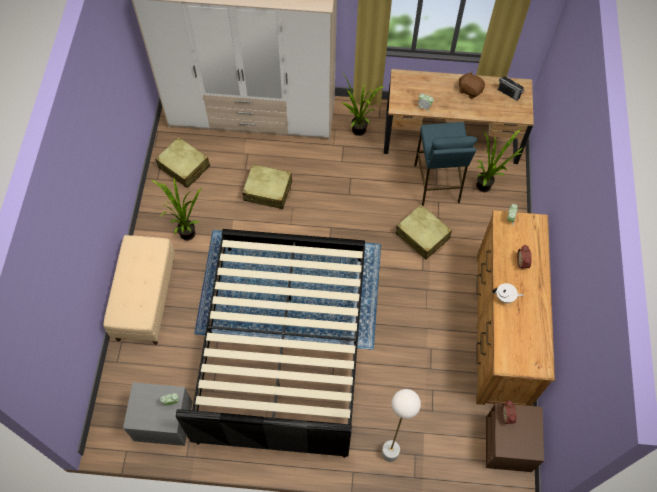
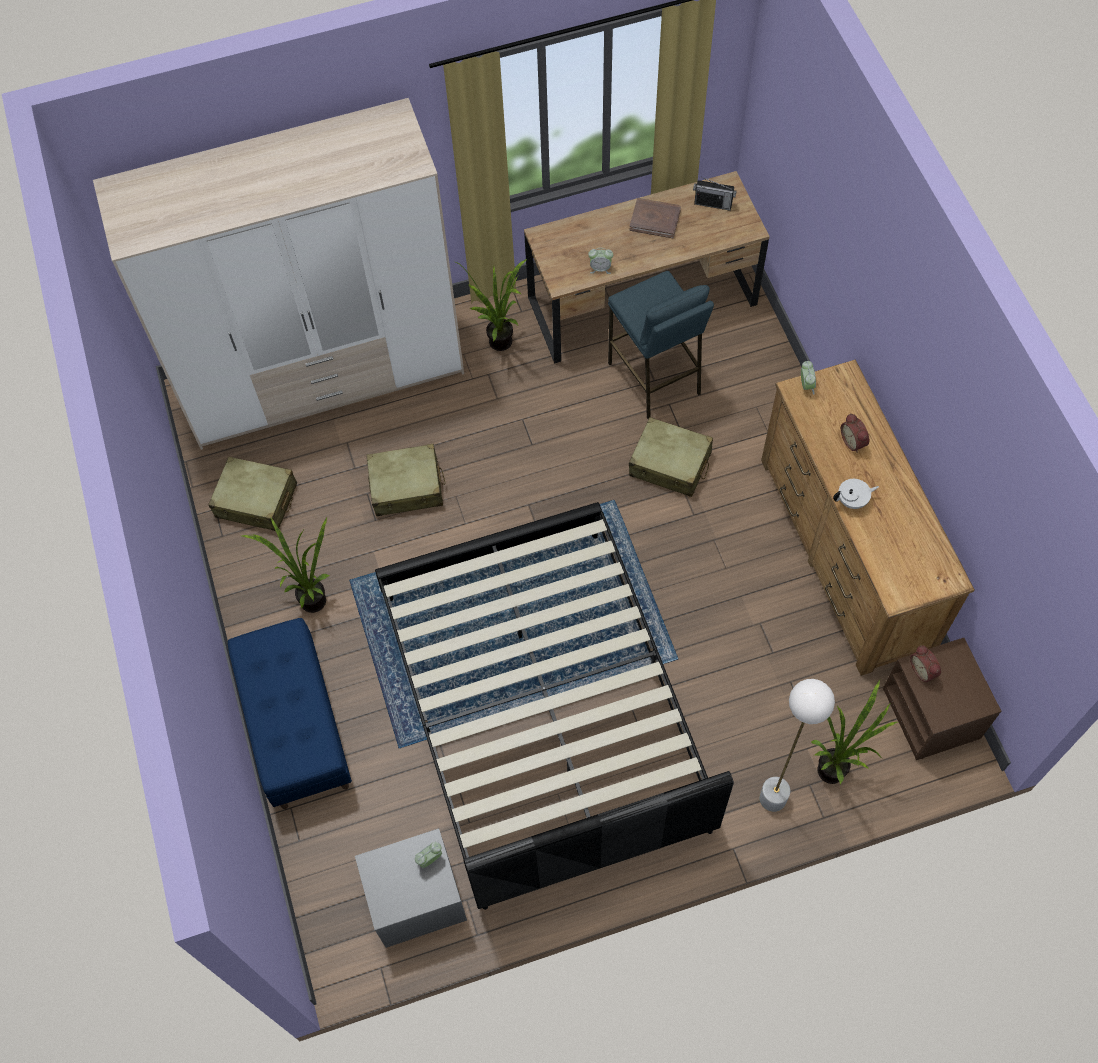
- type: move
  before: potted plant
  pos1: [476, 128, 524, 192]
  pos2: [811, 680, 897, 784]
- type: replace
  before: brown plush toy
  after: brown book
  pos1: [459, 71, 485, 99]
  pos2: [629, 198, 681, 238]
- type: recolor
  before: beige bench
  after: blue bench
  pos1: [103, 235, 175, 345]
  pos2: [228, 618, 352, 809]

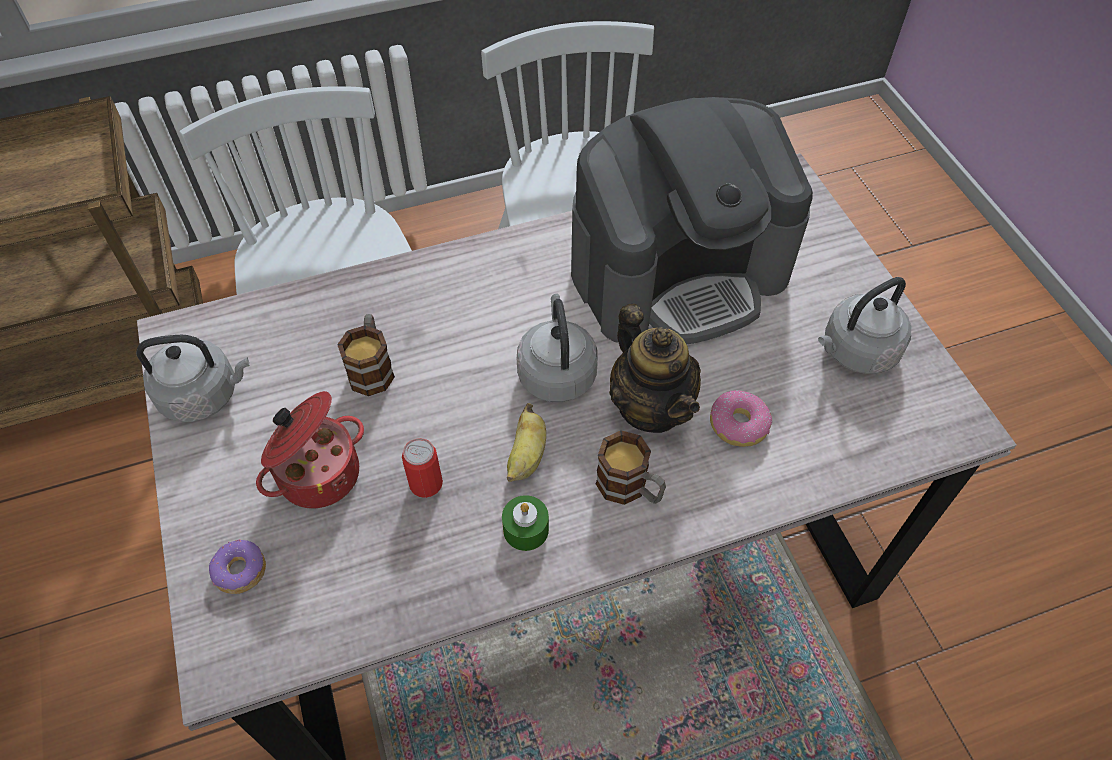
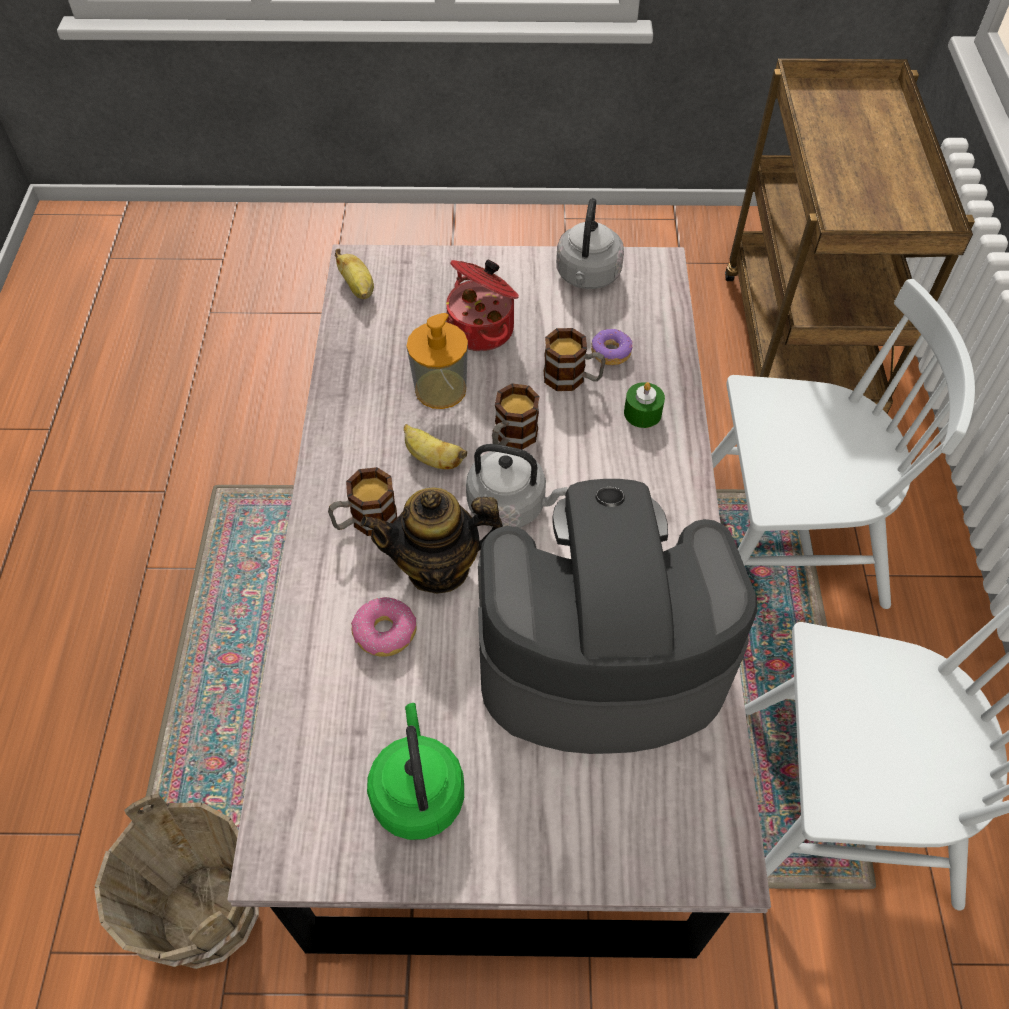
- type: insert
  after: brown bucket
  pos2: [94, 794, 259, 969]
- type: insert
  after: banana
  pos2: [335, 249, 374, 299]
- type: insert
  after: mug
  pos2: [492, 384, 540, 450]
- type: move
  before: donut
  pos1: [209, 539, 266, 594]
  pos2: [591, 329, 633, 365]
- type: move
  before: green candle
  pos1: [502, 495, 549, 551]
  pos2: [624, 382, 665, 428]
- type: replace
  before: can
  after: soap dispenser
  pos1: [402, 438, 443, 498]
  pos2: [407, 313, 468, 409]
- type: recolor
  before: grey kettle
  after: green kettle
  pos1: [818, 277, 911, 374]
  pos2: [367, 703, 464, 840]
- type: rotate
  before: coffee machine
  pos1: [571, 97, 813, 344]
  pos2: [478, 479, 757, 754]
  turn: 90

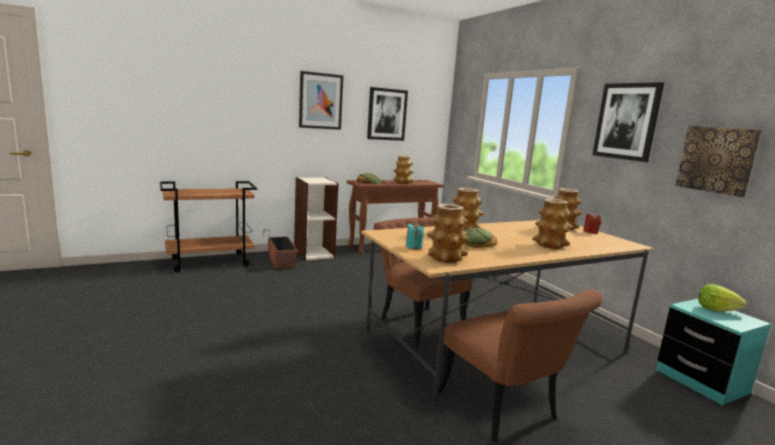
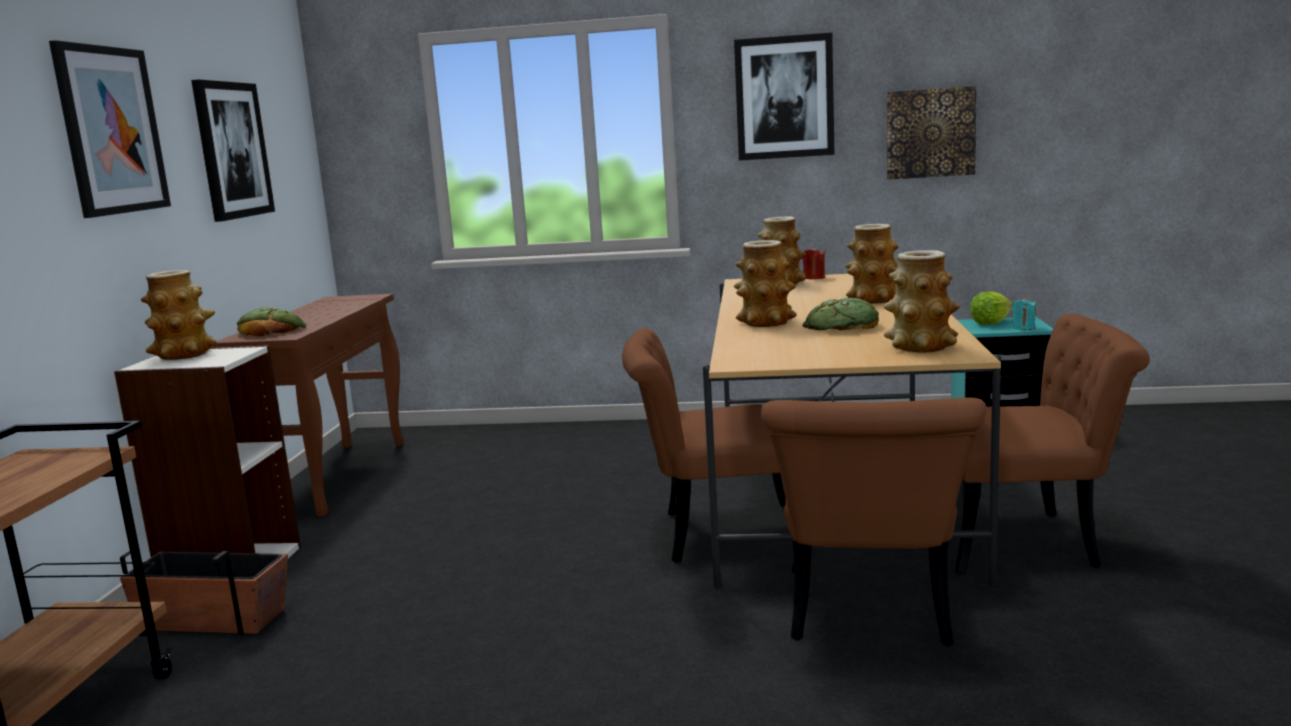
- type: insert
  after: brown chair
  pos2: [761, 397, 986, 646]
- type: move
  before: vase
  pos1: [393, 156, 413, 184]
  pos2: [141, 270, 217, 360]
- type: move
  before: turquoise candle
  pos1: [406, 223, 424, 249]
  pos2: [1012, 297, 1036, 330]

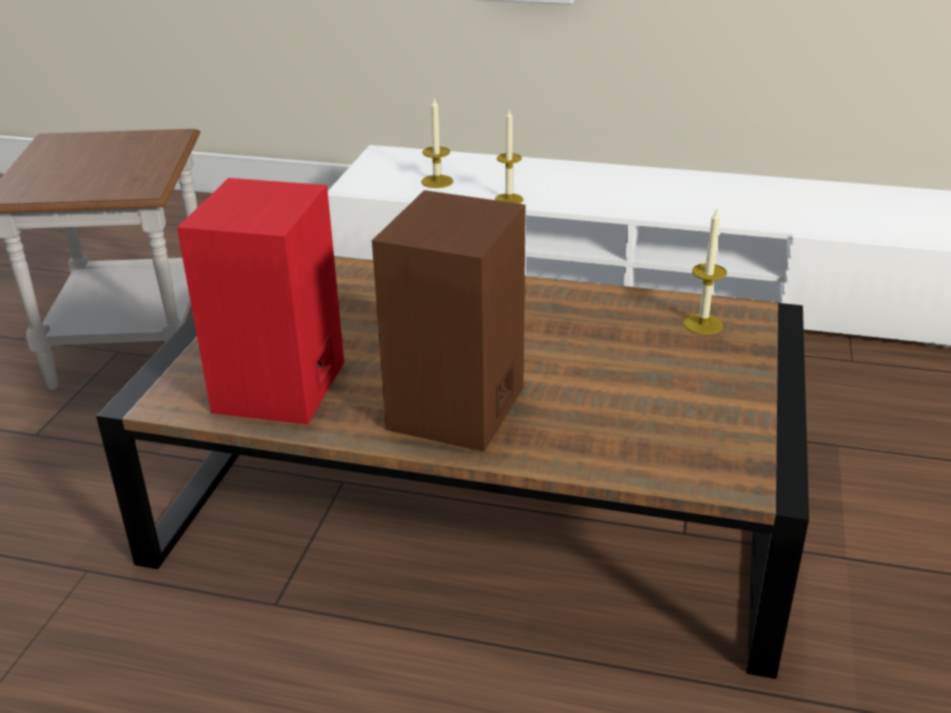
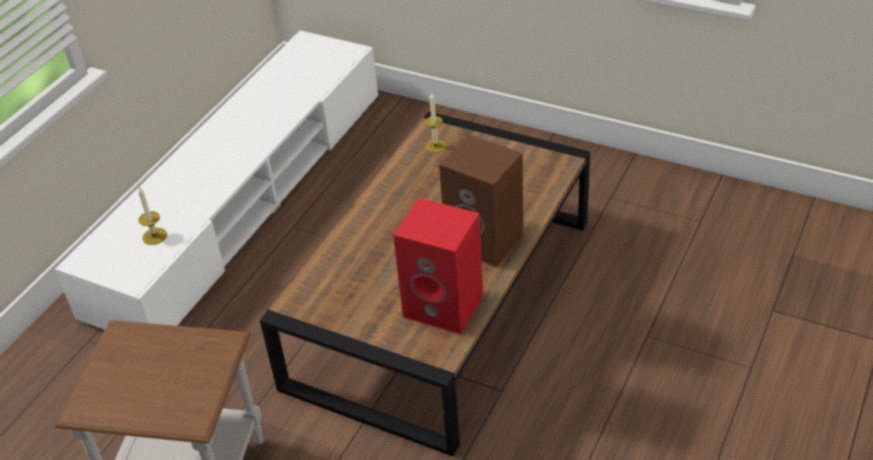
- type: delete
  before: candle
  pos1: [495, 108, 523, 204]

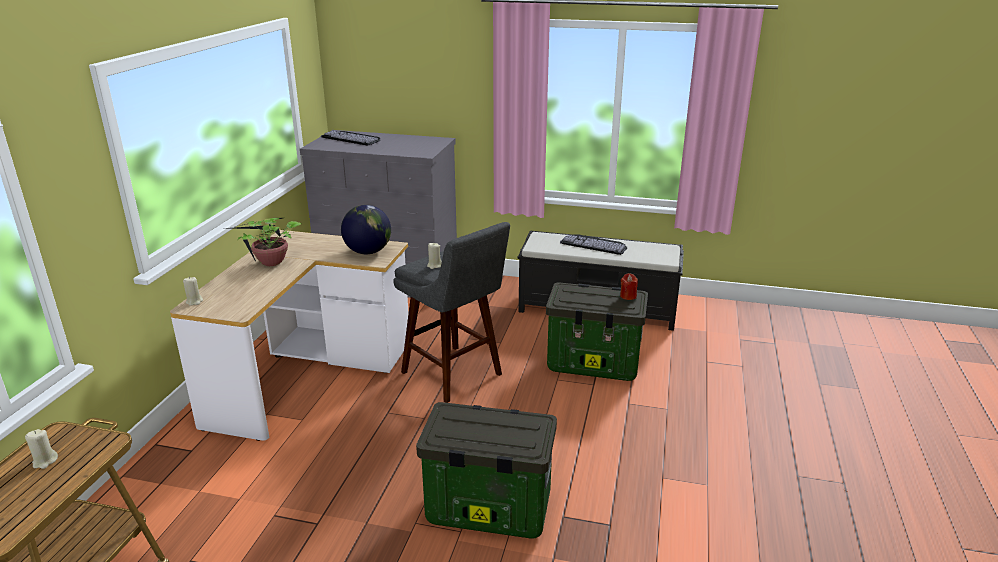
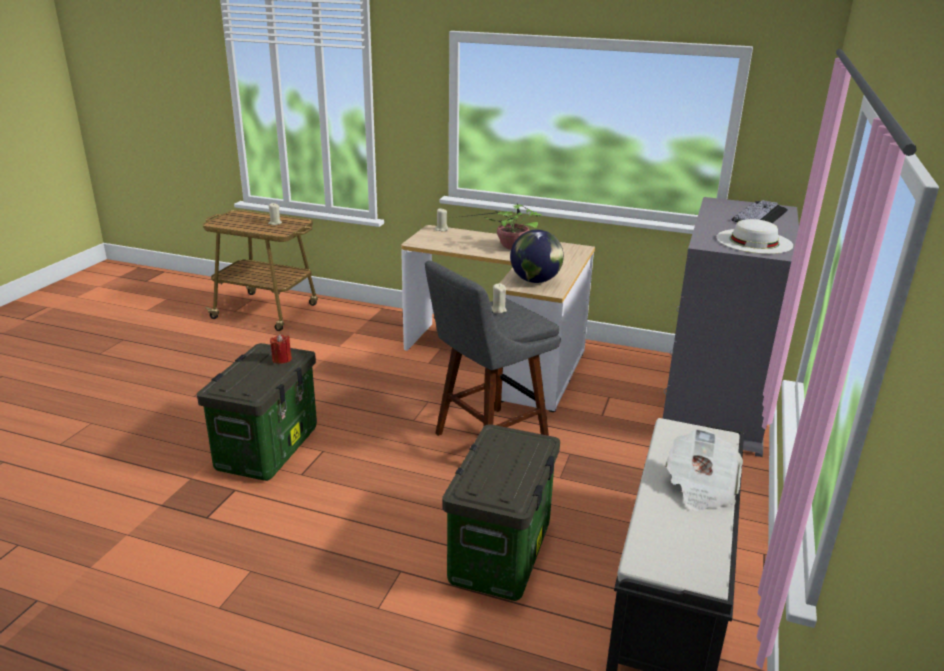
- type: insert
  after: white hat
  pos2: [716, 219, 793, 254]
- type: move
  before: red candle
  pos1: [620, 273, 638, 300]
  pos2: [270, 334, 292, 364]
- type: replace
  before: keyboard
  after: newspaper
  pos1: [560, 234, 627, 255]
  pos2: [665, 428, 743, 511]

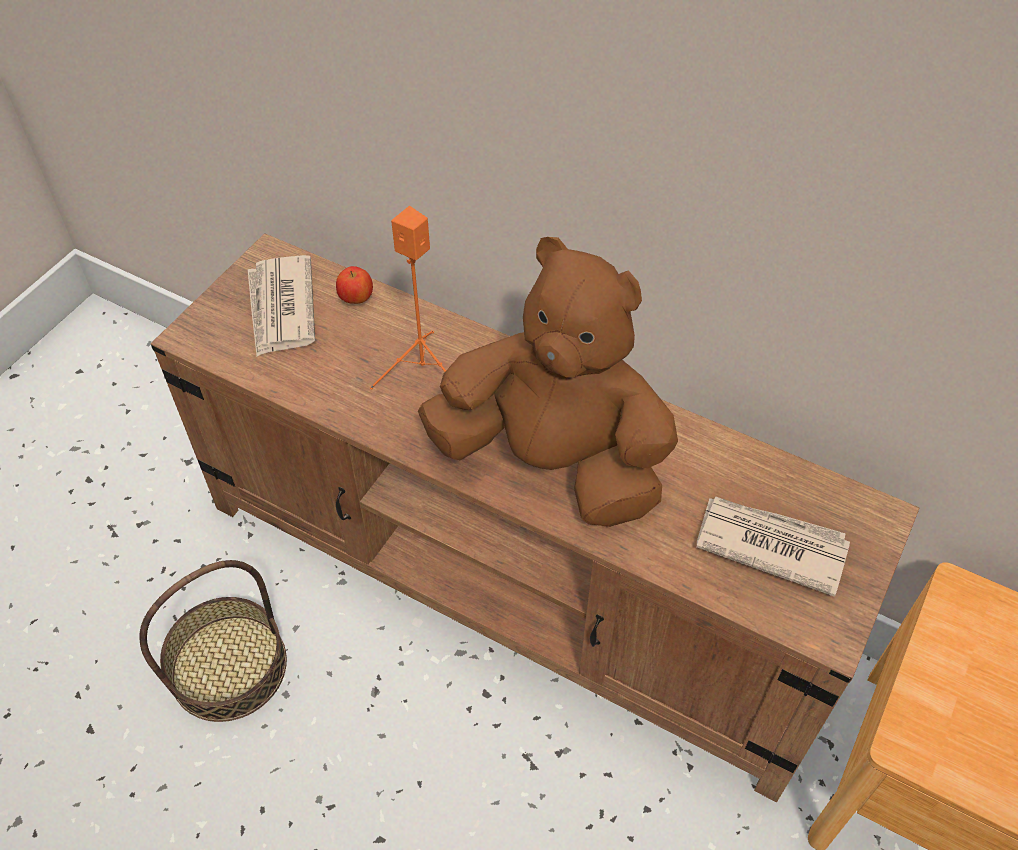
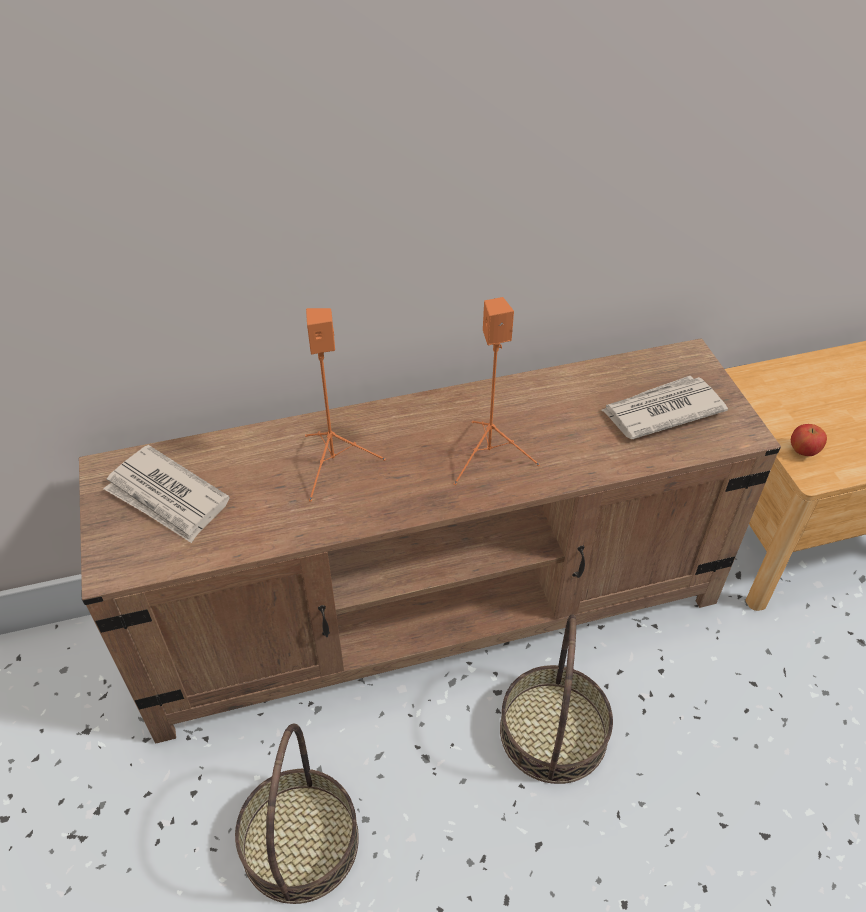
- type: insert
  after: basket
  pos2: [500, 615, 613, 784]
- type: move
  before: apple
  pos1: [336, 266, 373, 304]
  pos2: [791, 424, 827, 456]
- type: replace
  before: brown plush toy
  after: orange speaker
  pos1: [418, 237, 678, 527]
  pos2: [454, 297, 540, 485]

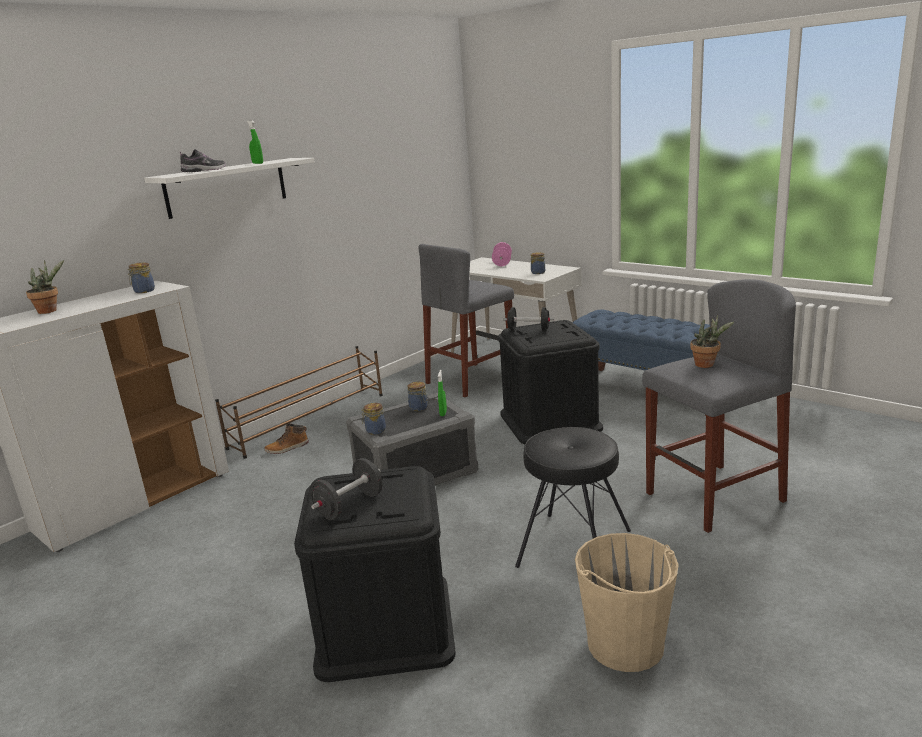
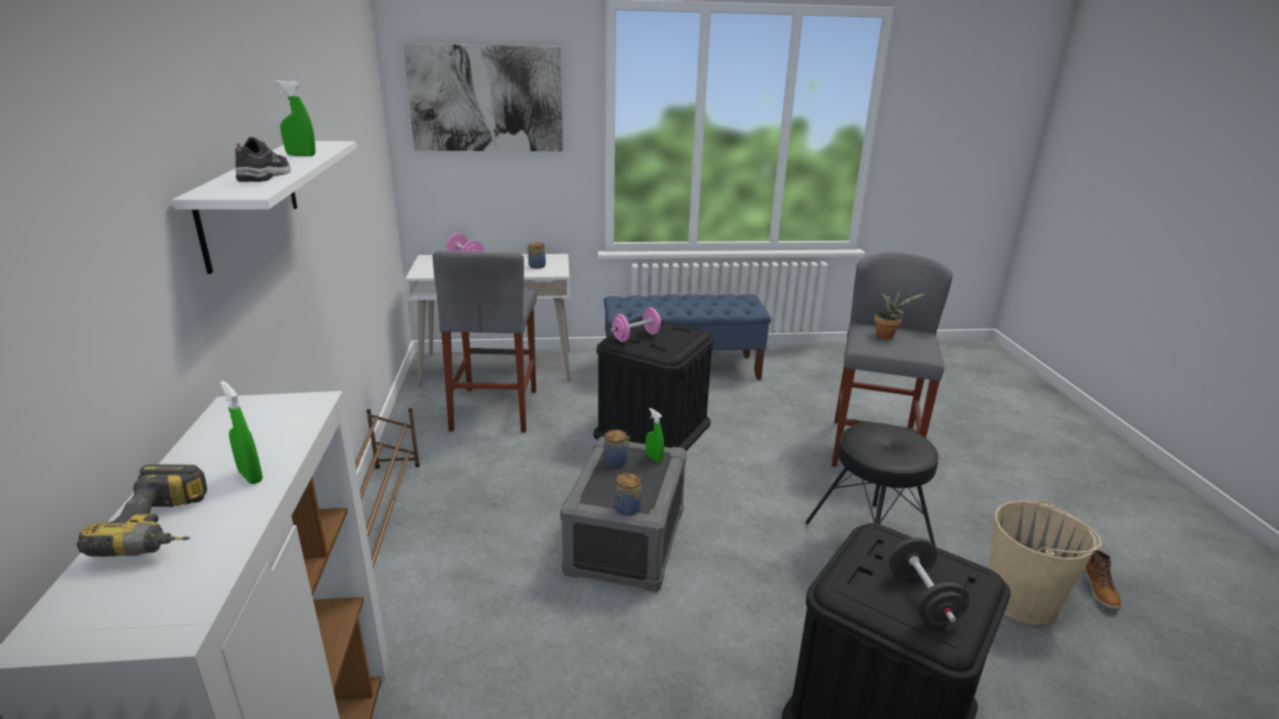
- type: delete
  before: jar
  pos1: [127, 262, 155, 293]
- type: insert
  after: green spray bottle
  pos2: [220, 381, 263, 484]
- type: insert
  after: picture
  pos2: [403, 43, 563, 151]
- type: move
  before: boot
  pos1: [264, 423, 309, 454]
  pos2: [1083, 550, 1122, 610]
- type: replace
  before: potted plant
  after: power drill
  pos1: [26, 260, 64, 314]
  pos2: [77, 464, 207, 557]
- type: recolor
  before: black dumbbell
  after: pink dumbbell
  pos1: [503, 307, 554, 332]
  pos2: [611, 307, 662, 342]

